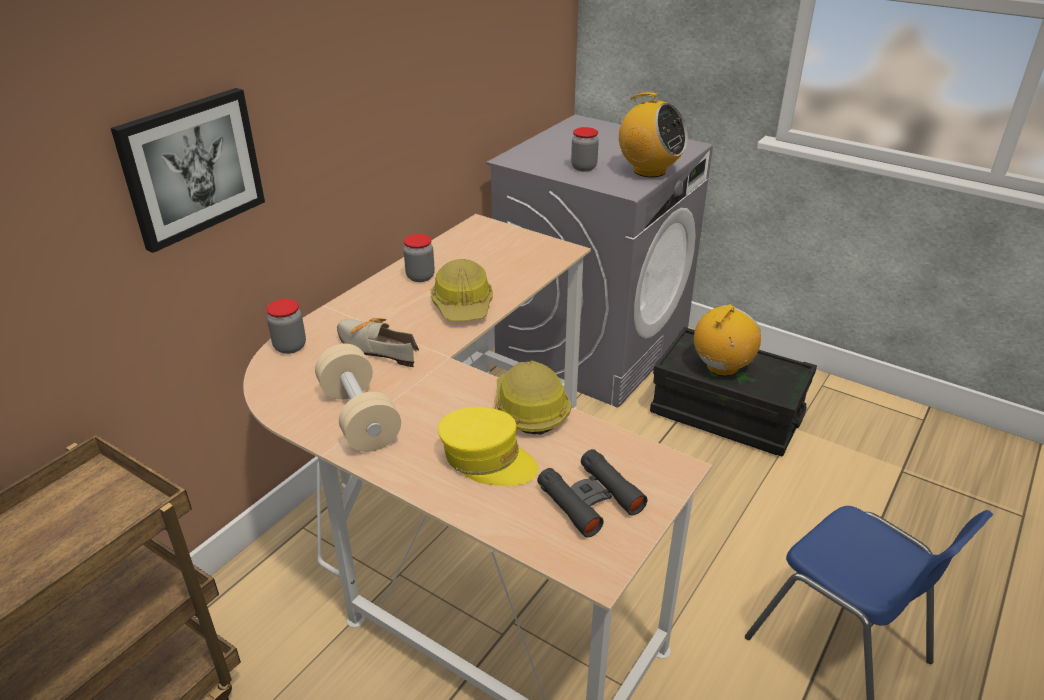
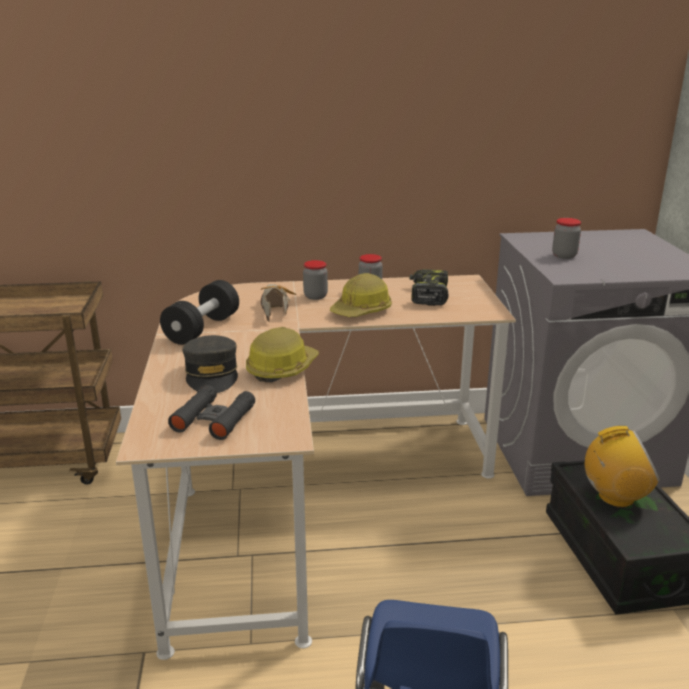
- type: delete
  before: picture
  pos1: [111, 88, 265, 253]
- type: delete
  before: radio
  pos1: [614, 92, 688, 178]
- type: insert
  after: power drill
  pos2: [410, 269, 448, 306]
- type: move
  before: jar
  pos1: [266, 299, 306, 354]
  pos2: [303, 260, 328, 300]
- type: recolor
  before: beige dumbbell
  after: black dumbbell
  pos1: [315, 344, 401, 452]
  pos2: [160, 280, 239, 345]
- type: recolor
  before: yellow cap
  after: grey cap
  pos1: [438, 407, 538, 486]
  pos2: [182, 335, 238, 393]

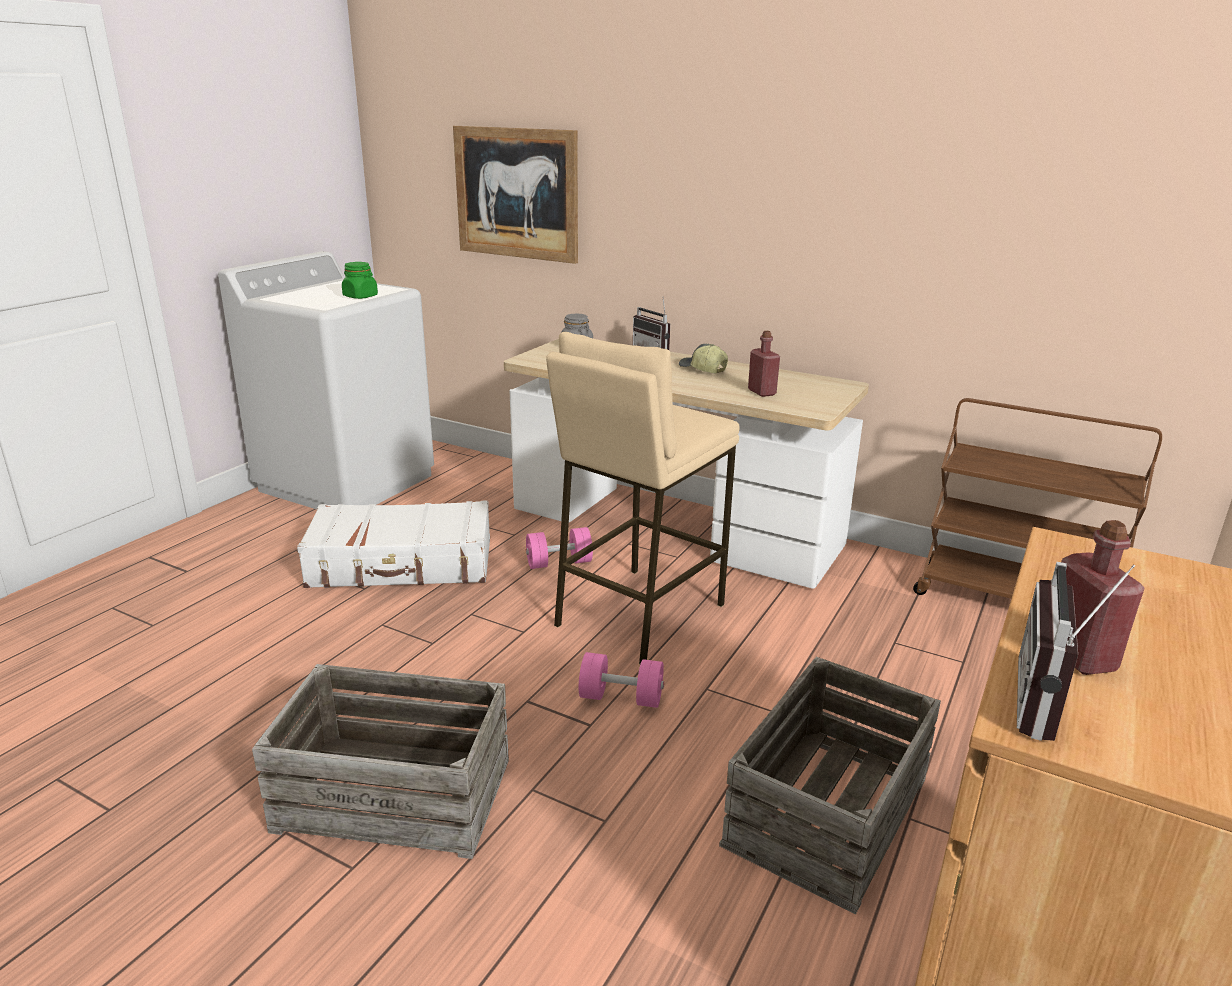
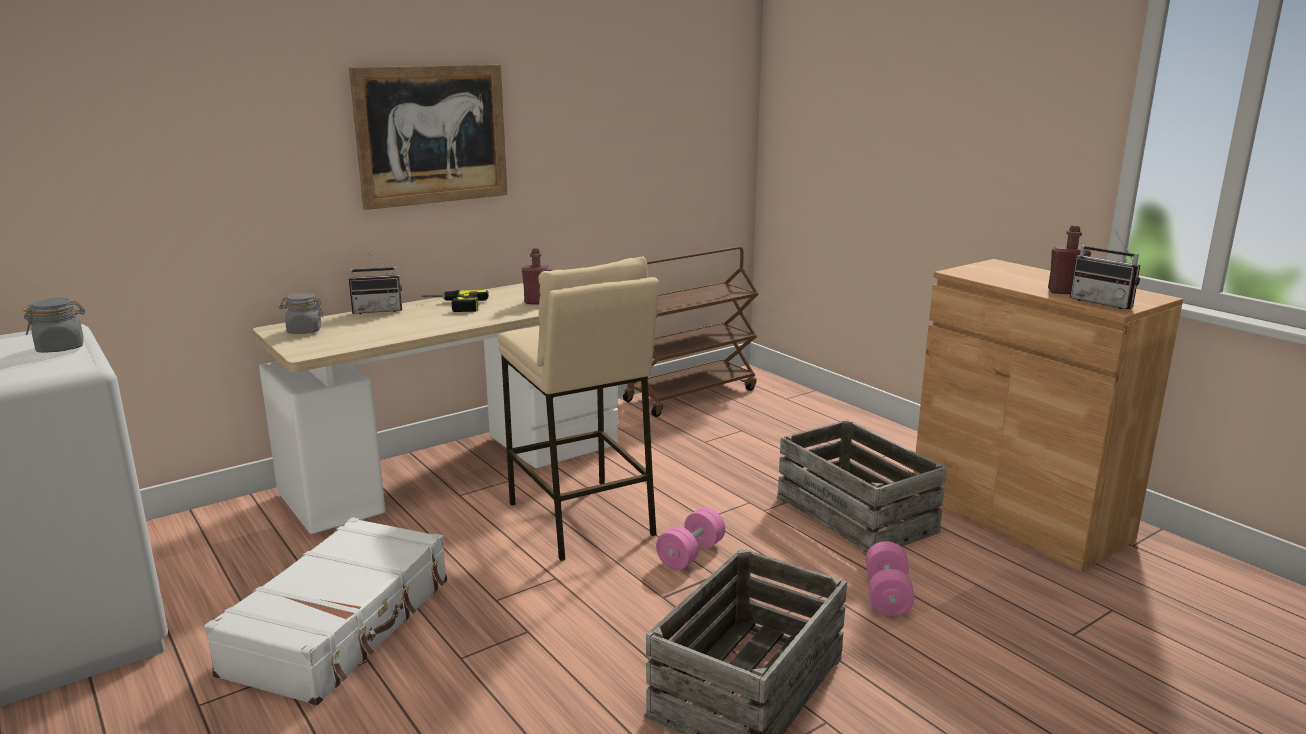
- type: move
  before: picture
  pos1: [453, 126, 578, 264]
  pos2: [349, 65, 507, 210]
- type: move
  before: pink dumbbell
  pos1: [526, 527, 593, 569]
  pos2: [866, 541, 914, 617]
- type: replace
  before: cap
  after: power drill
  pos1: [679, 344, 728, 373]
  pos2: [421, 290, 489, 312]
- type: recolor
  before: green jar
  after: grey jar
  pos1: [342, 262, 378, 299]
  pos2: [23, 298, 85, 353]

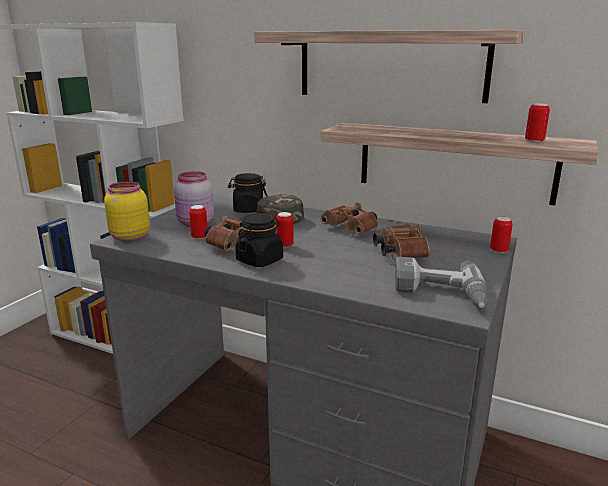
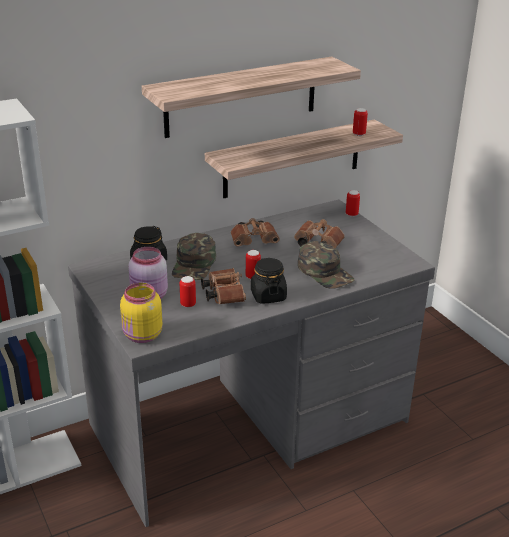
- type: delete
  before: power drill
  pos1: [395, 257, 487, 308]
- type: insert
  after: green cap
  pos2: [298, 241, 354, 289]

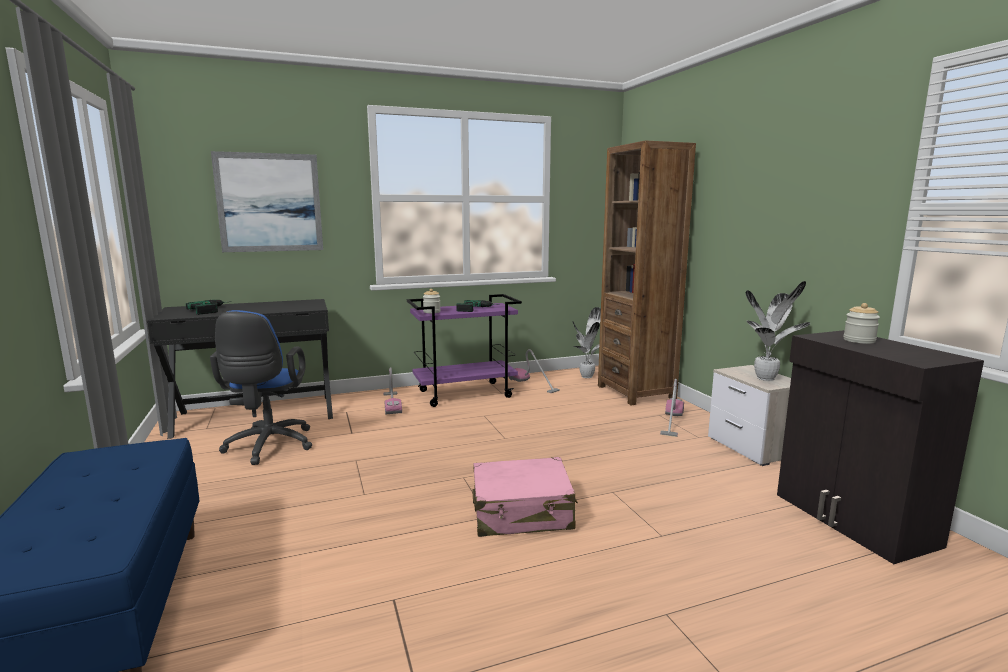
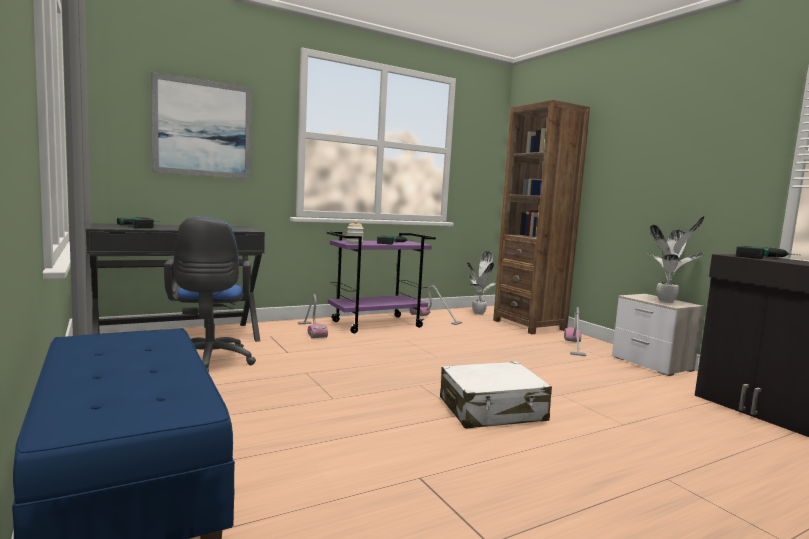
- type: replace
  before: jar
  after: power drill
  pos1: [843, 303, 880, 344]
  pos2: [735, 246, 798, 259]
- type: recolor
  before: pink suitcase
  after: white suitcase
  pos1: [472, 457, 578, 537]
  pos2: [440, 361, 552, 429]

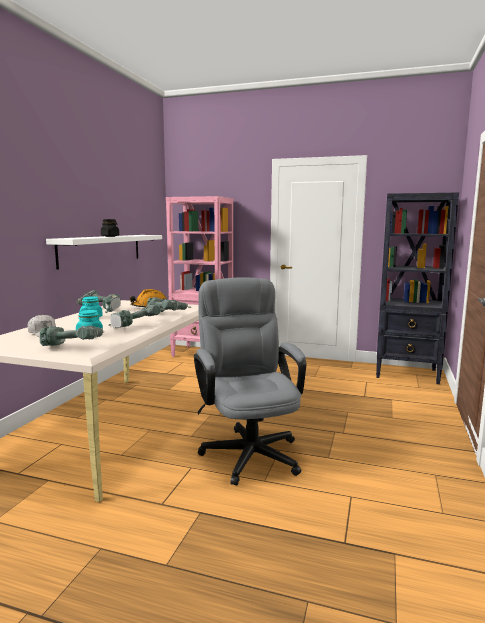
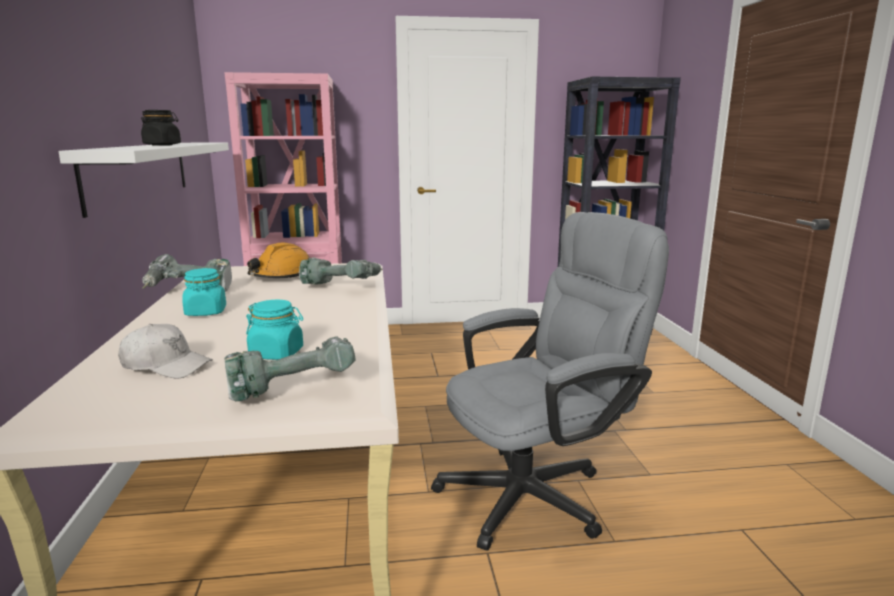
- type: delete
  before: power drill
  pos1: [109, 305, 161, 328]
- type: rotate
  before: grey office chair
  pos1: [194, 277, 306, 486]
  pos2: [431, 212, 669, 551]
  turn: 105

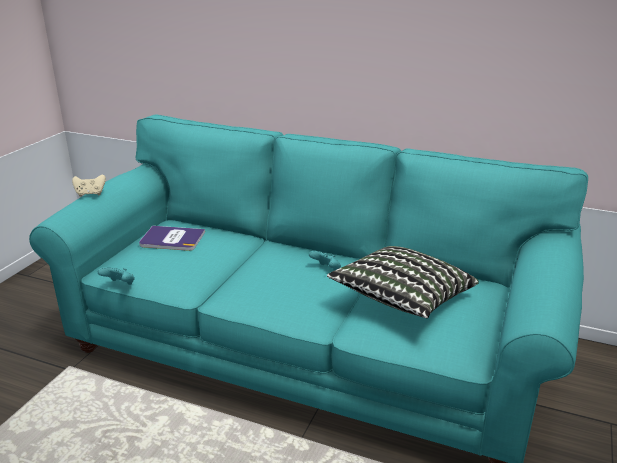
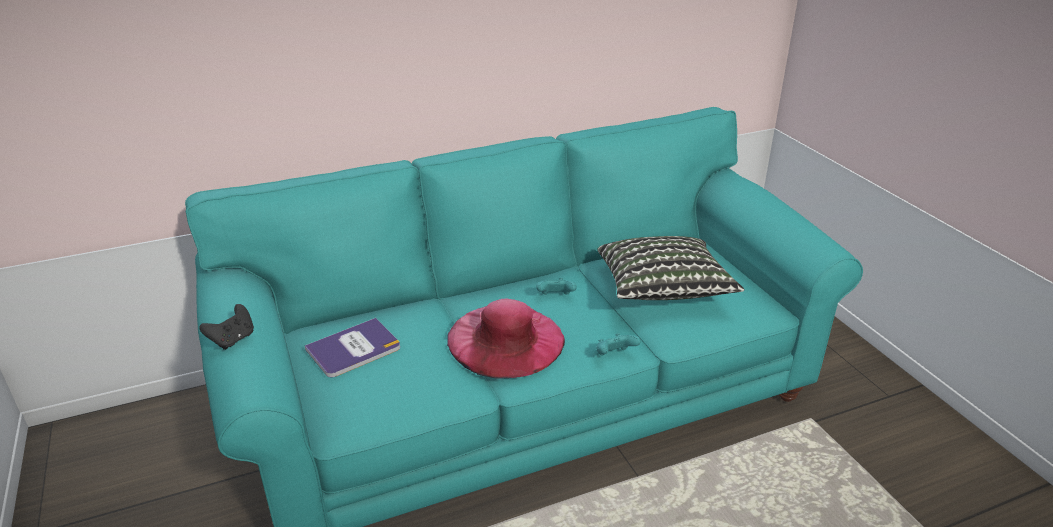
- type: insert
  after: pink hat
  pos2: [447, 298, 565, 378]
- type: move
  before: turquoise game controller
  pos1: [98, 267, 135, 285]
  pos2: [596, 333, 641, 355]
- type: recolor
  before: beige game controller
  after: black game controller
  pos1: [72, 175, 106, 197]
  pos2: [199, 304, 254, 350]

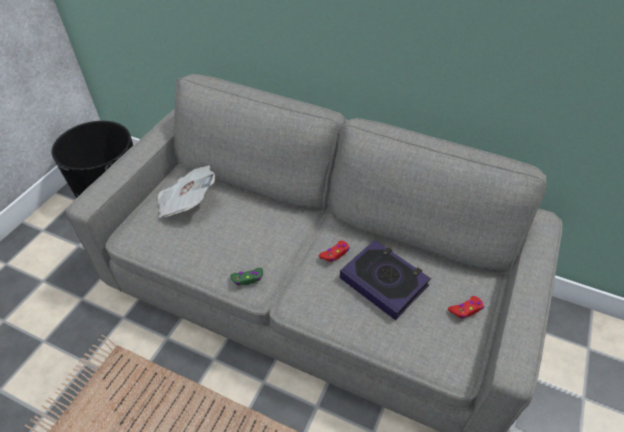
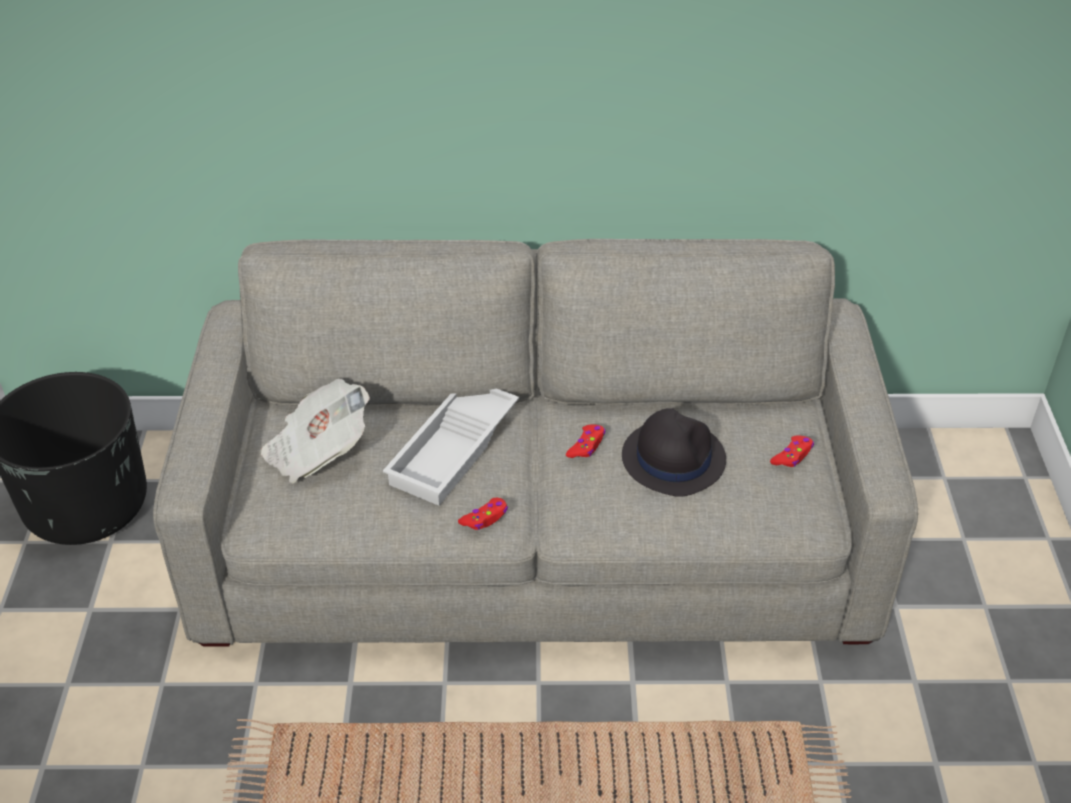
- type: insert
  after: white tray
  pos2: [383, 388, 519, 506]
- type: replace
  before: book
  after: black hat
  pos1: [340, 240, 431, 320]
  pos2: [622, 408, 726, 497]
- type: recolor
  before: green game controller
  after: red game controller
  pos1: [230, 268, 263, 285]
  pos2: [458, 498, 508, 530]

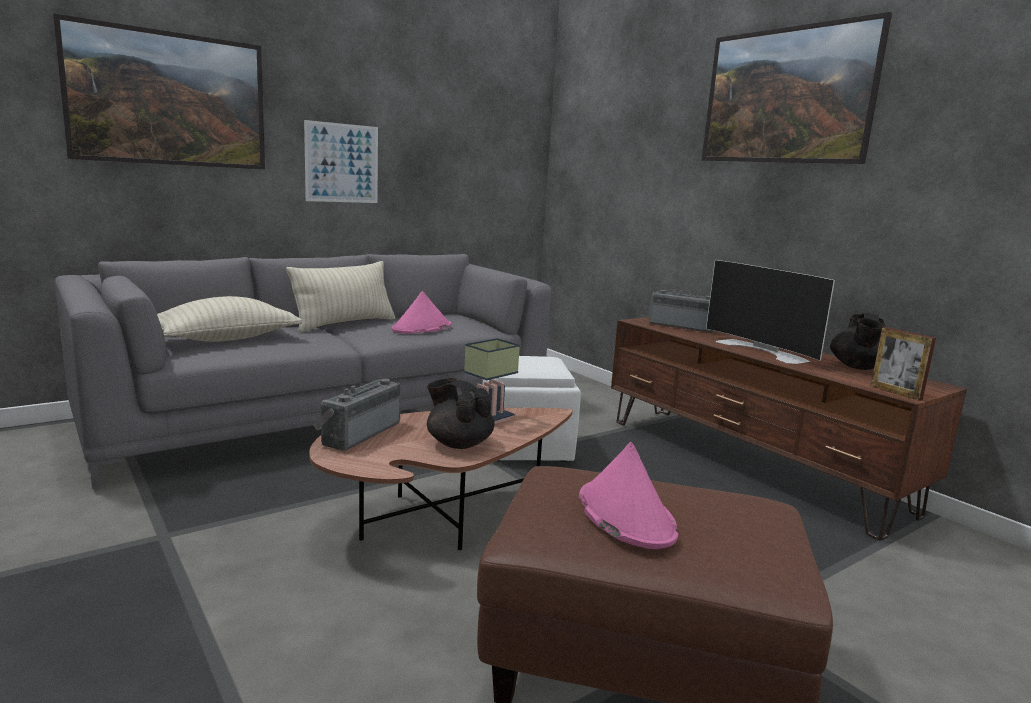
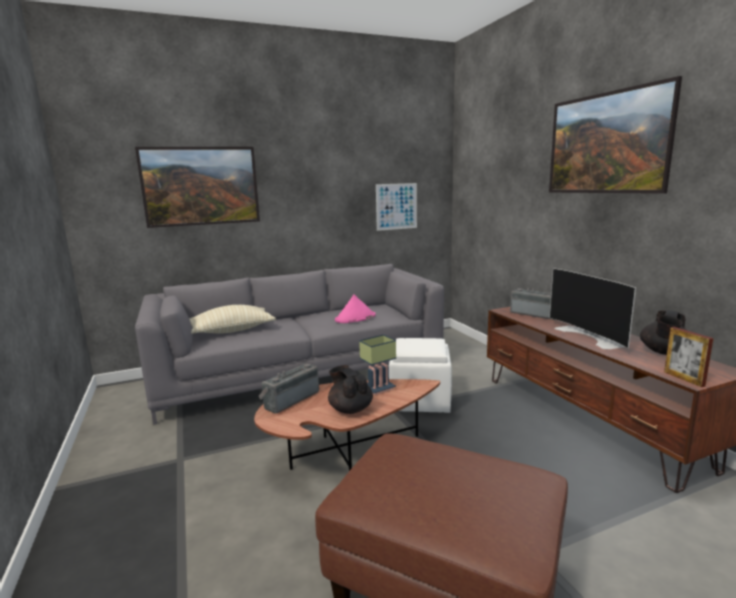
- type: delete
  before: beige pillow
  pos1: [286, 261, 395, 333]
- type: delete
  before: pink hat
  pos1: [579, 442, 679, 549]
- type: move
  before: picture
  pos1: [304, 120, 378, 203]
  pos2: [376, 183, 417, 231]

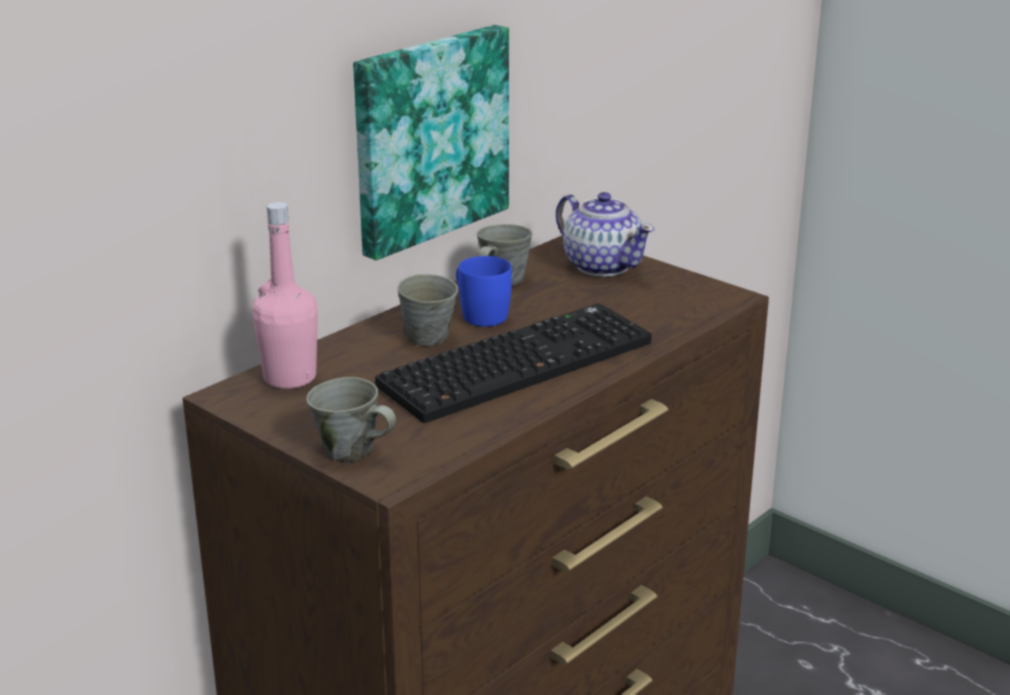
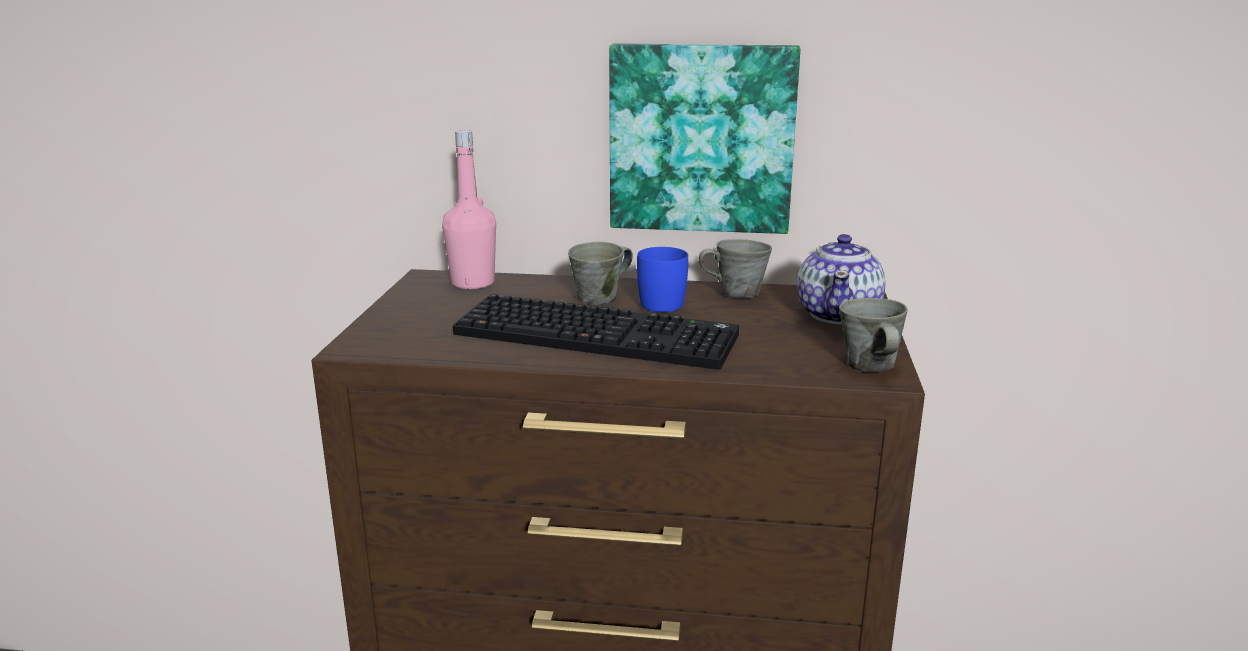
- type: move
  before: grey mug
  pos1: [306, 377, 396, 463]
  pos2: [839, 298, 908, 372]

